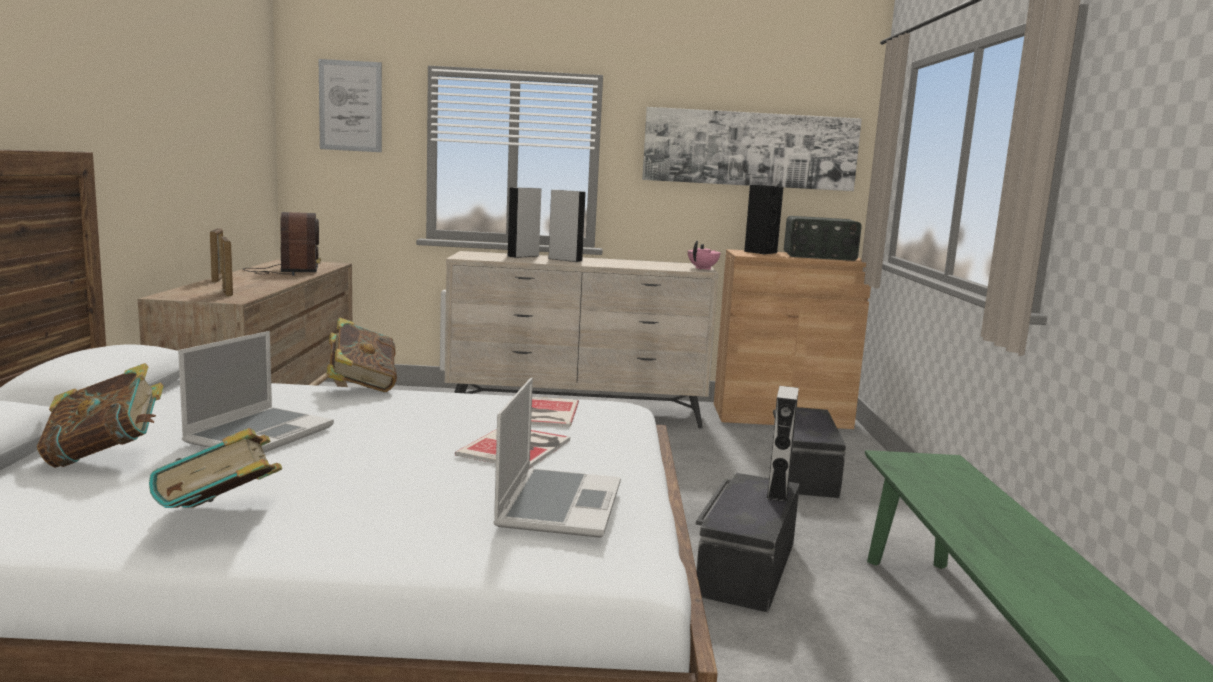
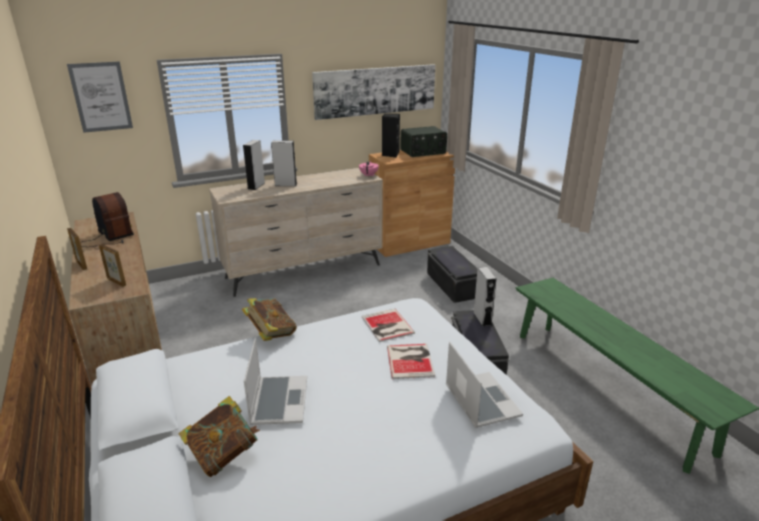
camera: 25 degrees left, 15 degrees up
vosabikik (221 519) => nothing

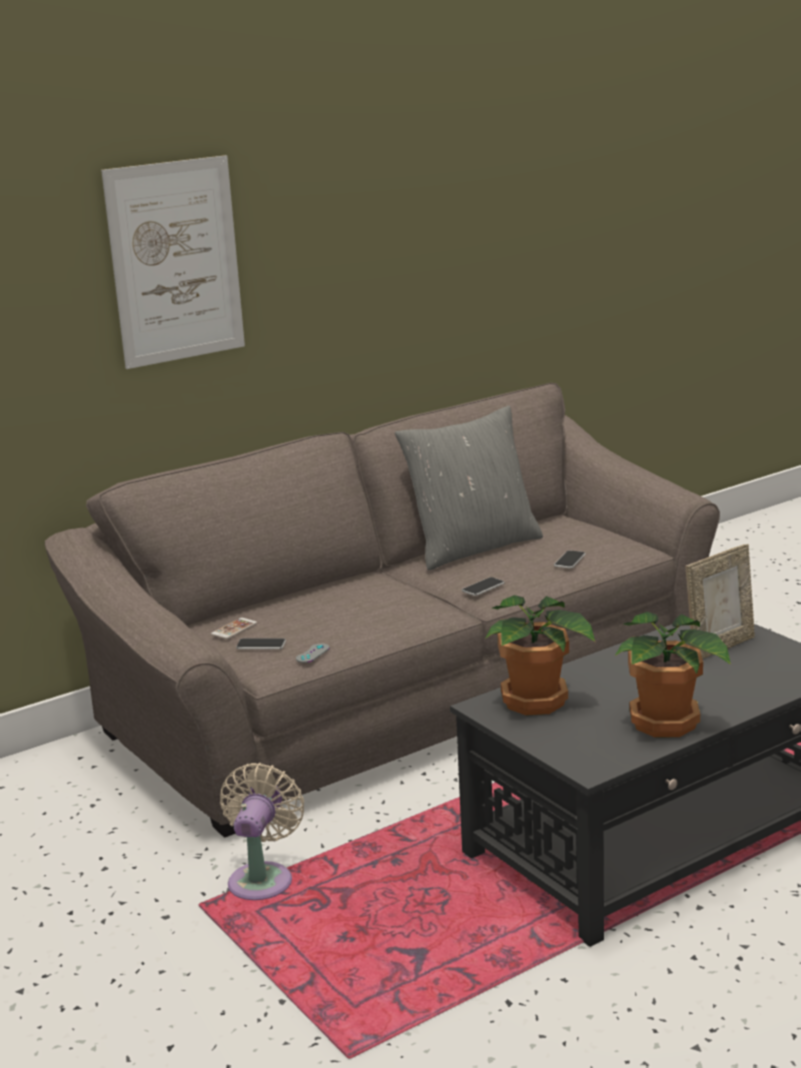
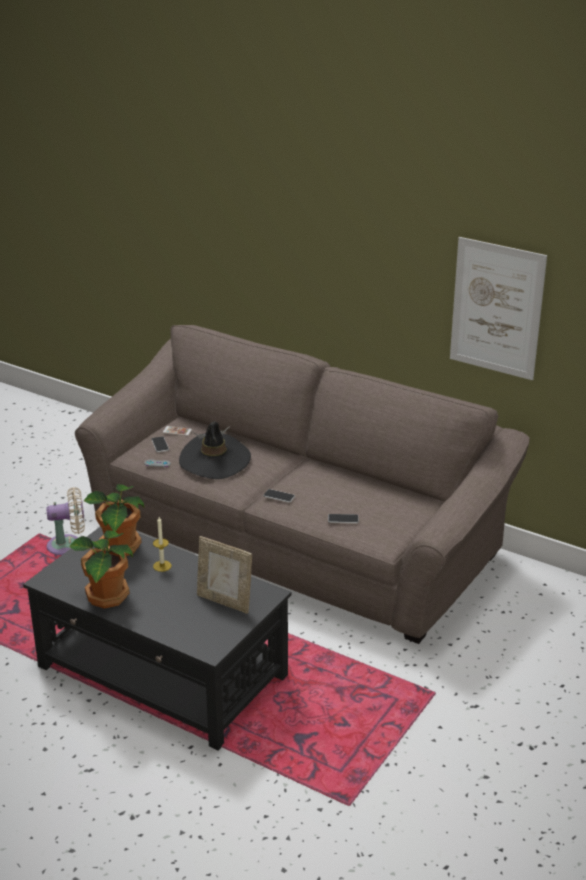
camera: 65 degrees right, 10 degrees up
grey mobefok (473 547) => nothing
nothing => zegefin (162 566)
nothing => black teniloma (215 460)
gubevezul (175 261) => gubevezul (496 308), moved

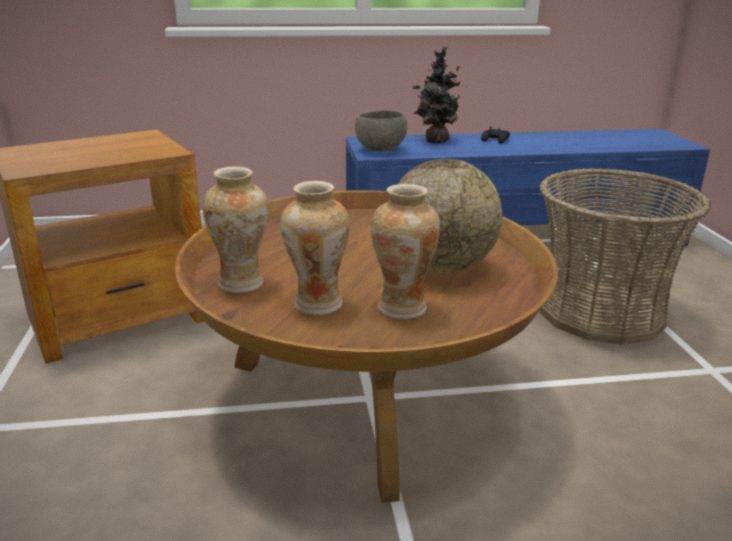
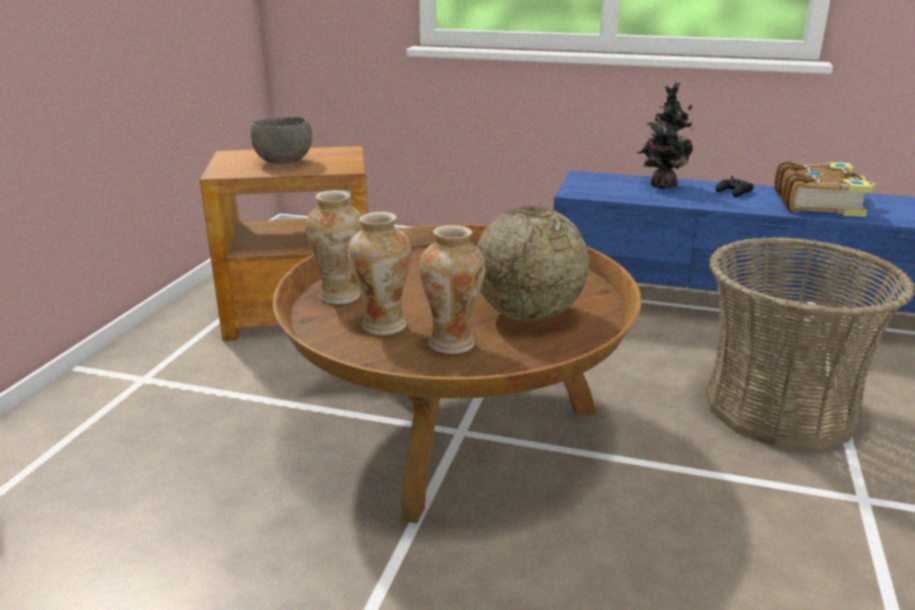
camera: 25 degrees right, 0 degrees up
nothing => vosabikik (818 202)
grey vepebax (381 149) => grey vepebax (284 162), moved

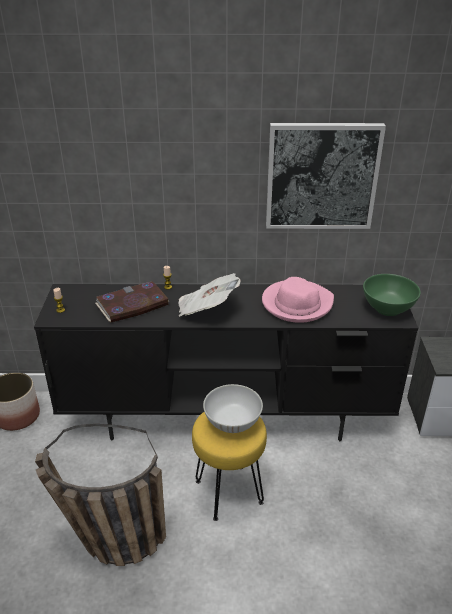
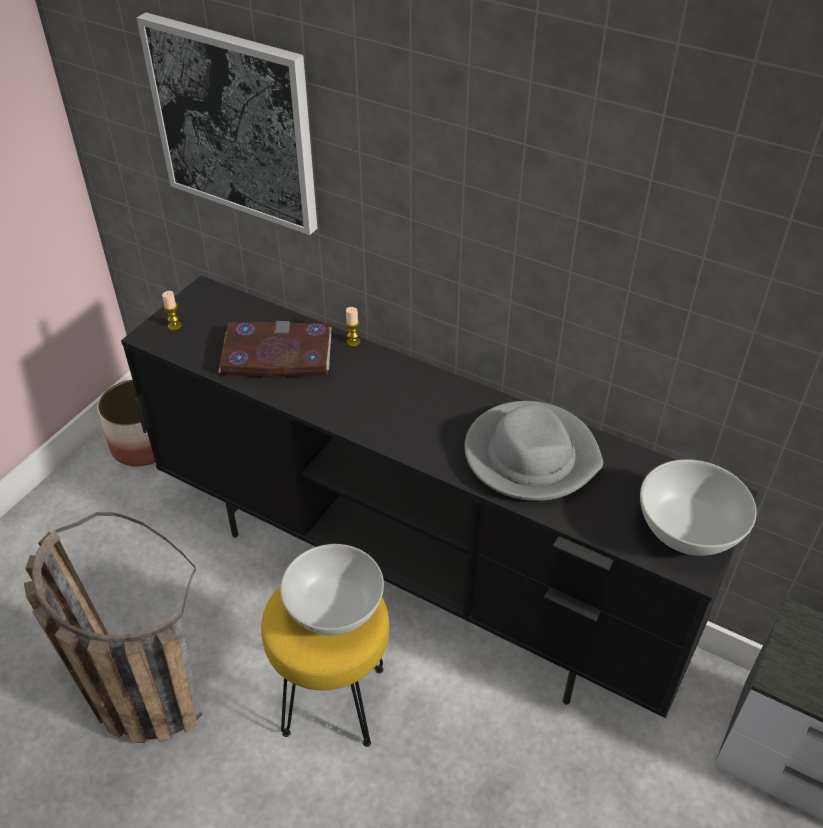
camera: 30 degrees right, 10 degrees up
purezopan (206 309) => nothing
gubevezul (322 176) => gubevezul (234 124), moved
pink teniloma (297 304) => grey teniloma (530 455)
green vepebax (387 308) => white vepebax (686 532)

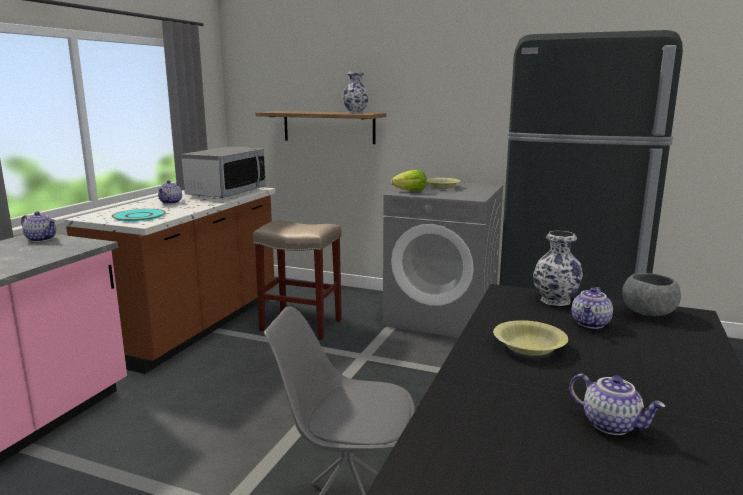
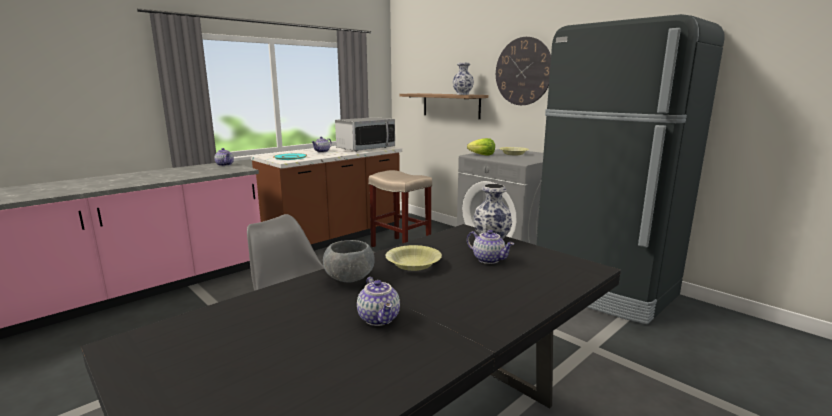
camera: 25 degrees right, 0 degrees up
nothing => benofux (523 71)
grey vepebax (648 312) => grey vepebax (350 278), moved
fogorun (591 324) => fogorun (489 259), 105 degrees counterclockwise

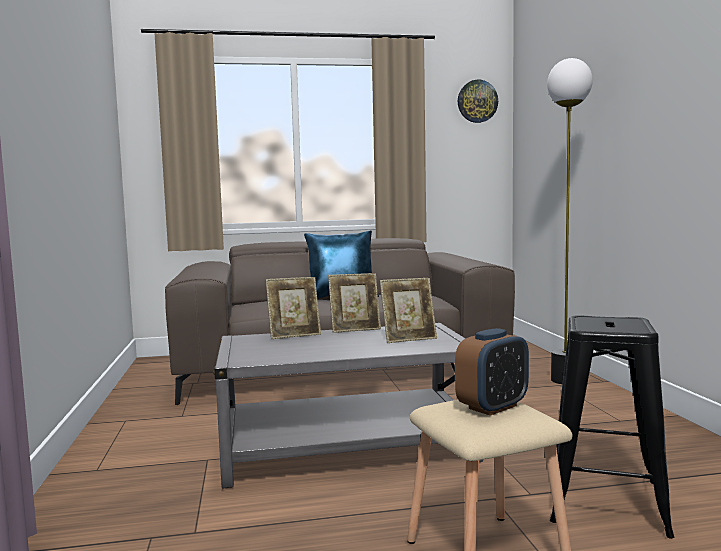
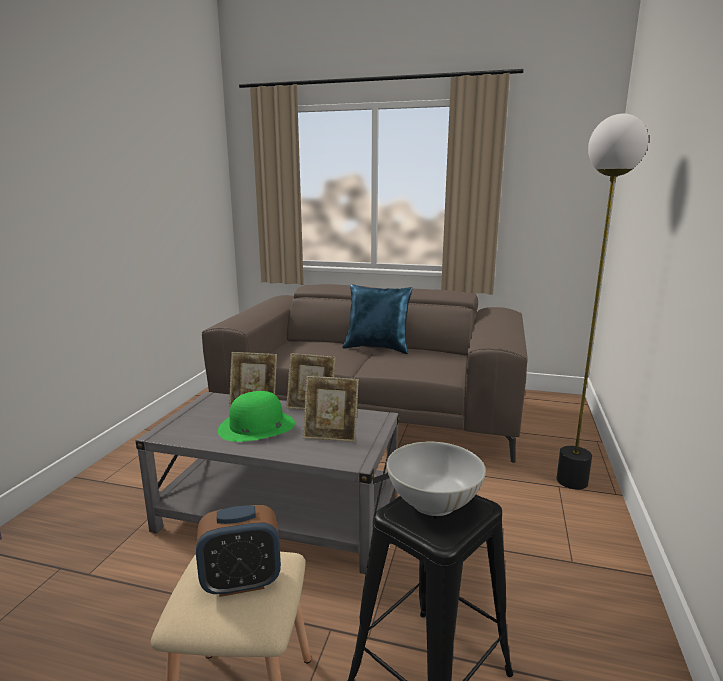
camera: 25 degrees right, 10 degrees up
benofux (477 101) => nothing
nothing => green teniloma (256 426)
nothing => white vepebax (433 502)

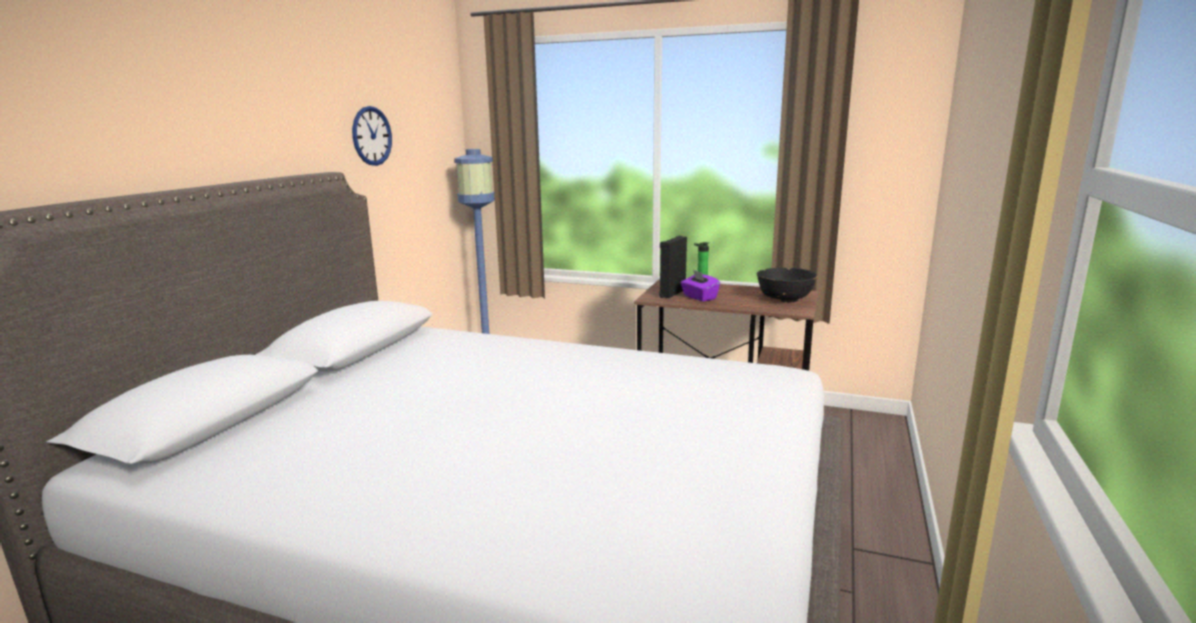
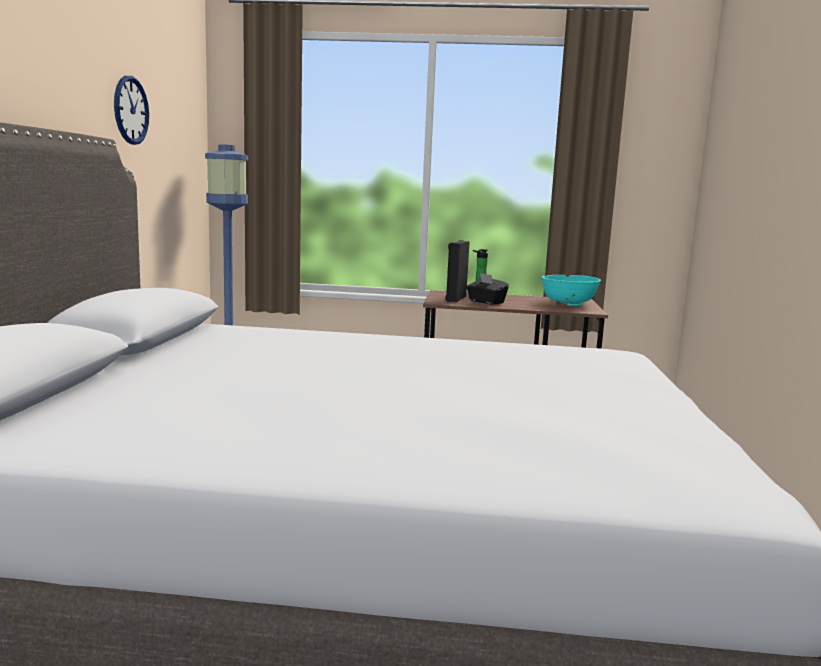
camera: 15 degrees left, 5 degrees down
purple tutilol (699 297) => black tutilol (486 302)
black vepebax (784 299) => turquoise vepebax (568 303)

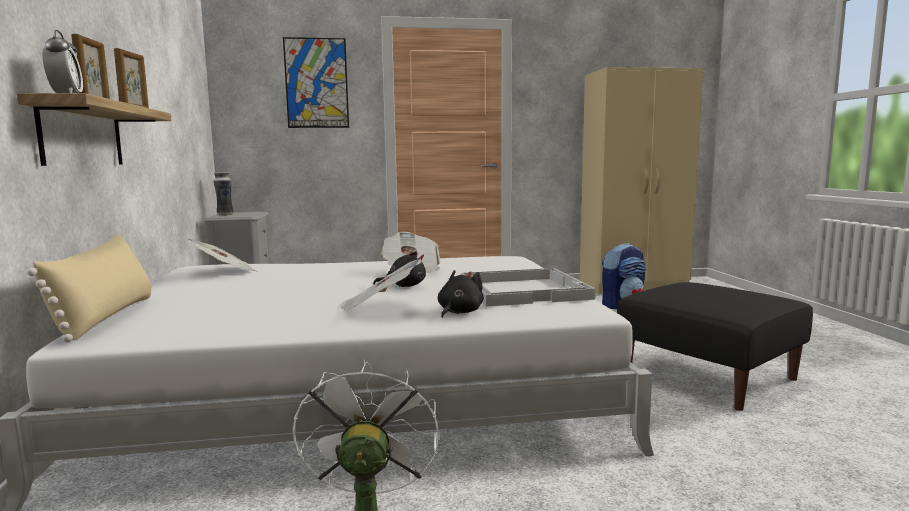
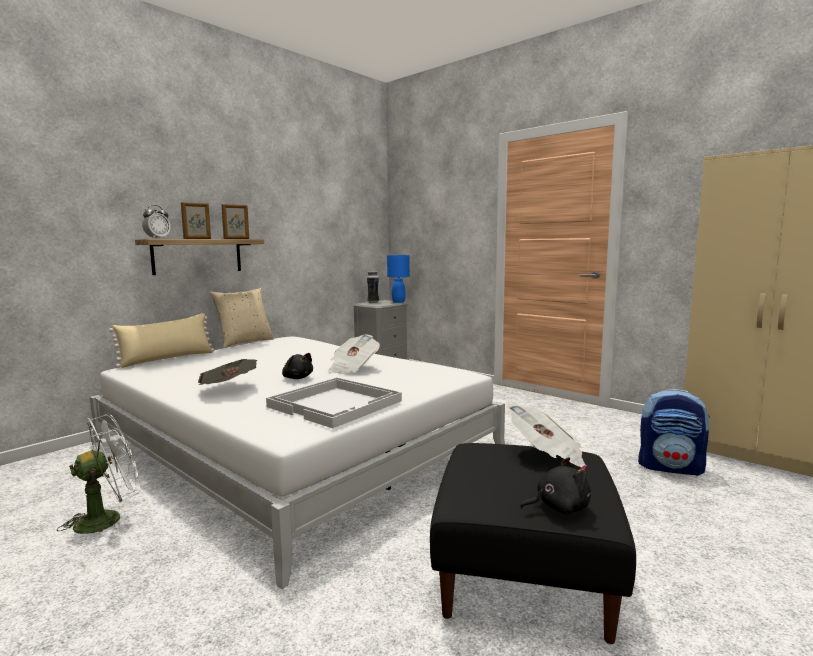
camera: 50 degrees right, 0 degrees up
gubevezul (316 83) => nothing
nothing => beige mobefok (245 342)
nothing => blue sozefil (398 302)
purezopan (224 272) => purezopan (547 454), moved
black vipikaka (459 312) => black vipikaka (558 507), moved

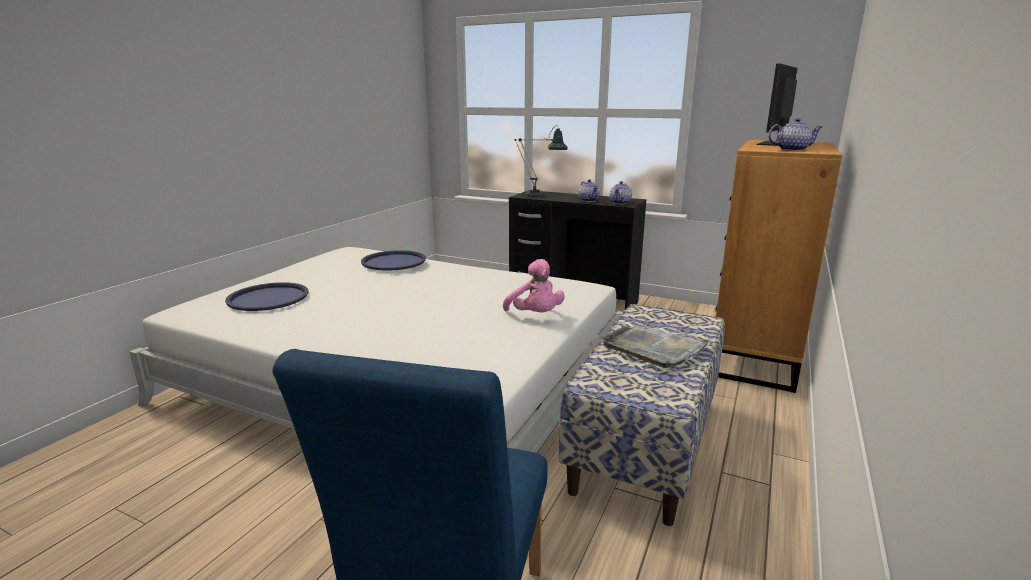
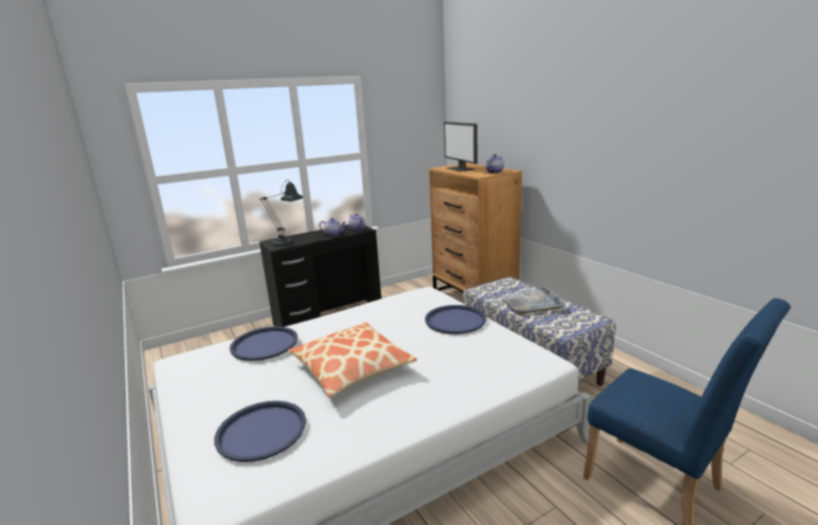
camera: 55 degrees left, 0 degrees up
nothing => mobefok (351 368)
pink vipikaka (535 315) => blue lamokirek (455 320)

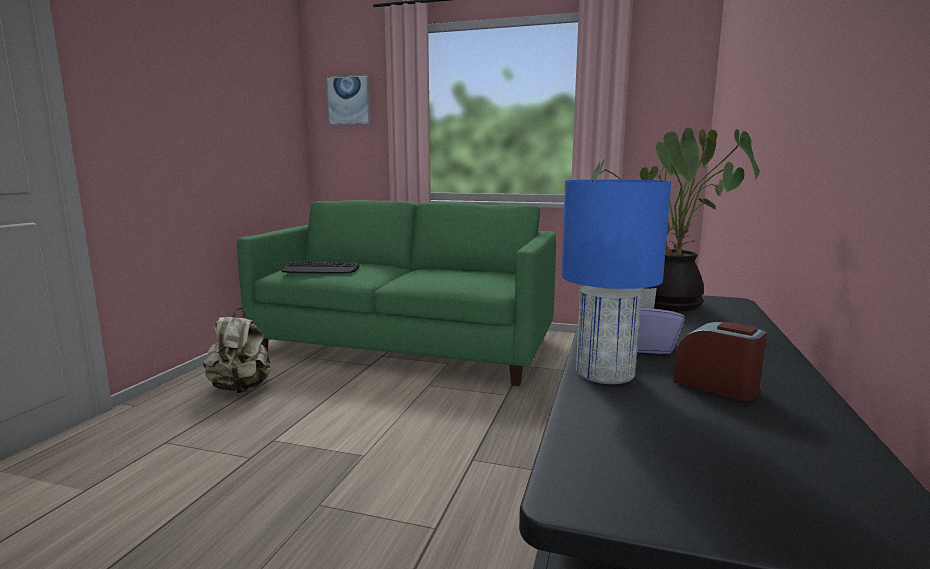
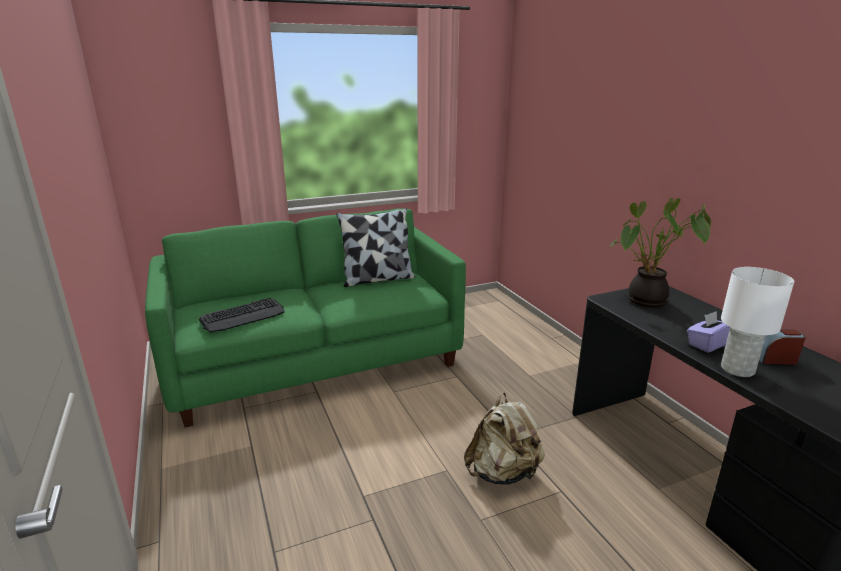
camera: 40 degrees left, 10 degrees up
gubevezul (349 100) => nothing
nothing => mobefok (377 279)
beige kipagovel (241 388) => beige kipagovel (503 473), moved
blue sozefil (605 373) => white sozefil (736 369)

